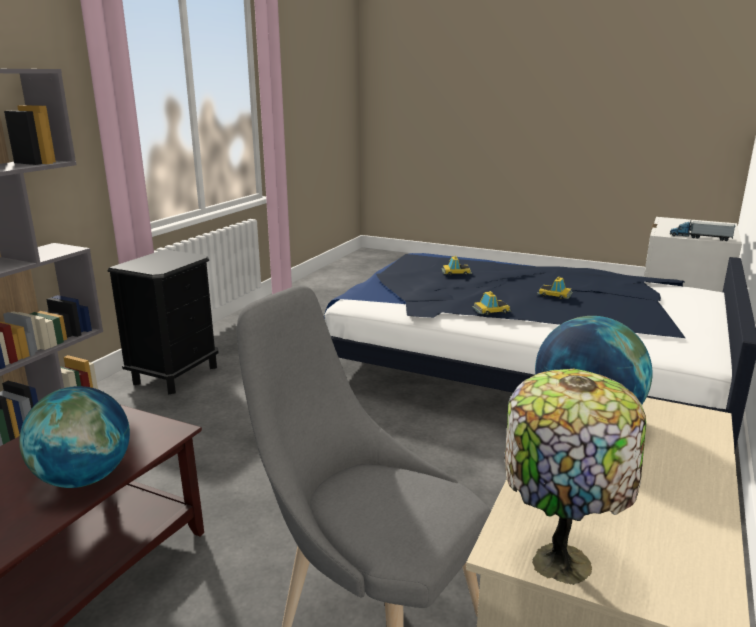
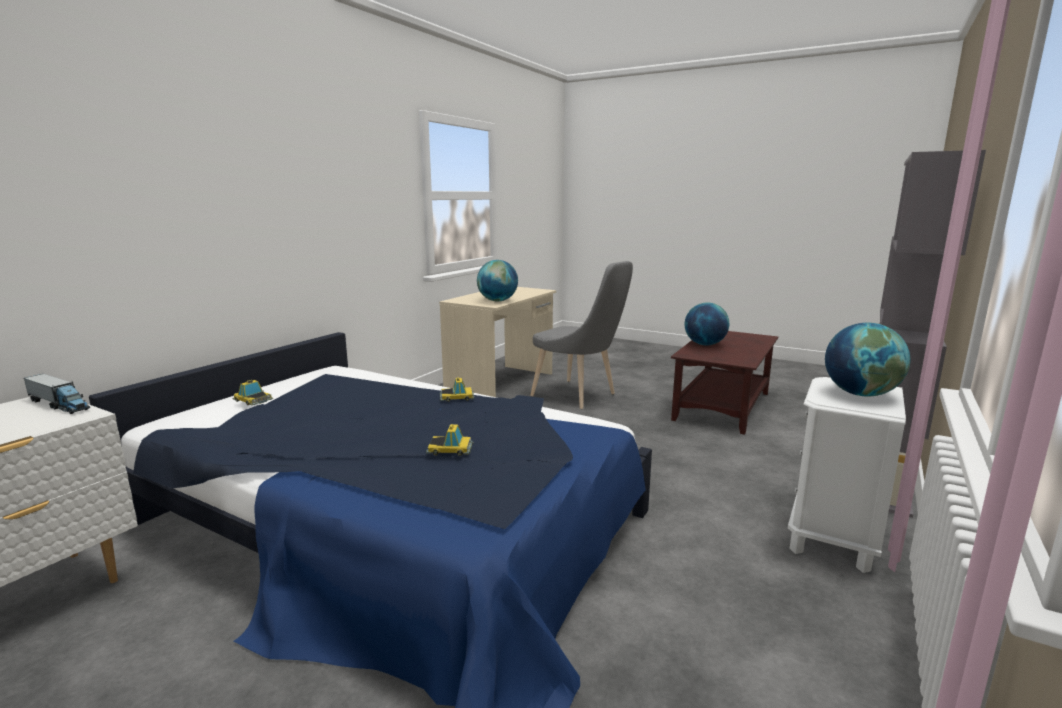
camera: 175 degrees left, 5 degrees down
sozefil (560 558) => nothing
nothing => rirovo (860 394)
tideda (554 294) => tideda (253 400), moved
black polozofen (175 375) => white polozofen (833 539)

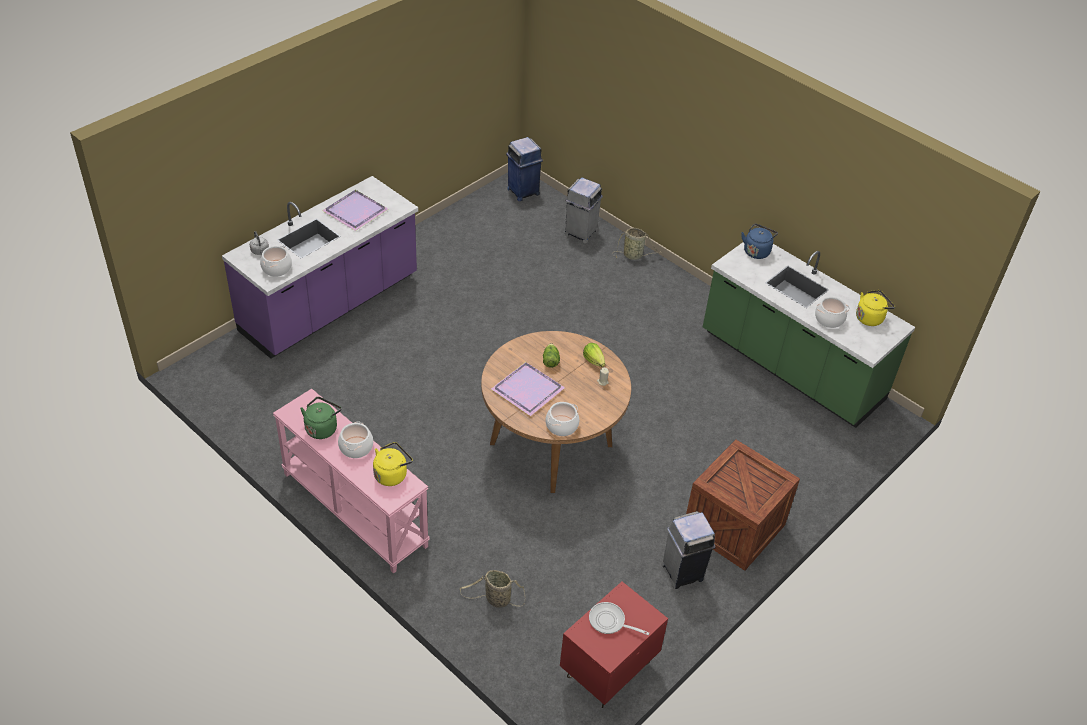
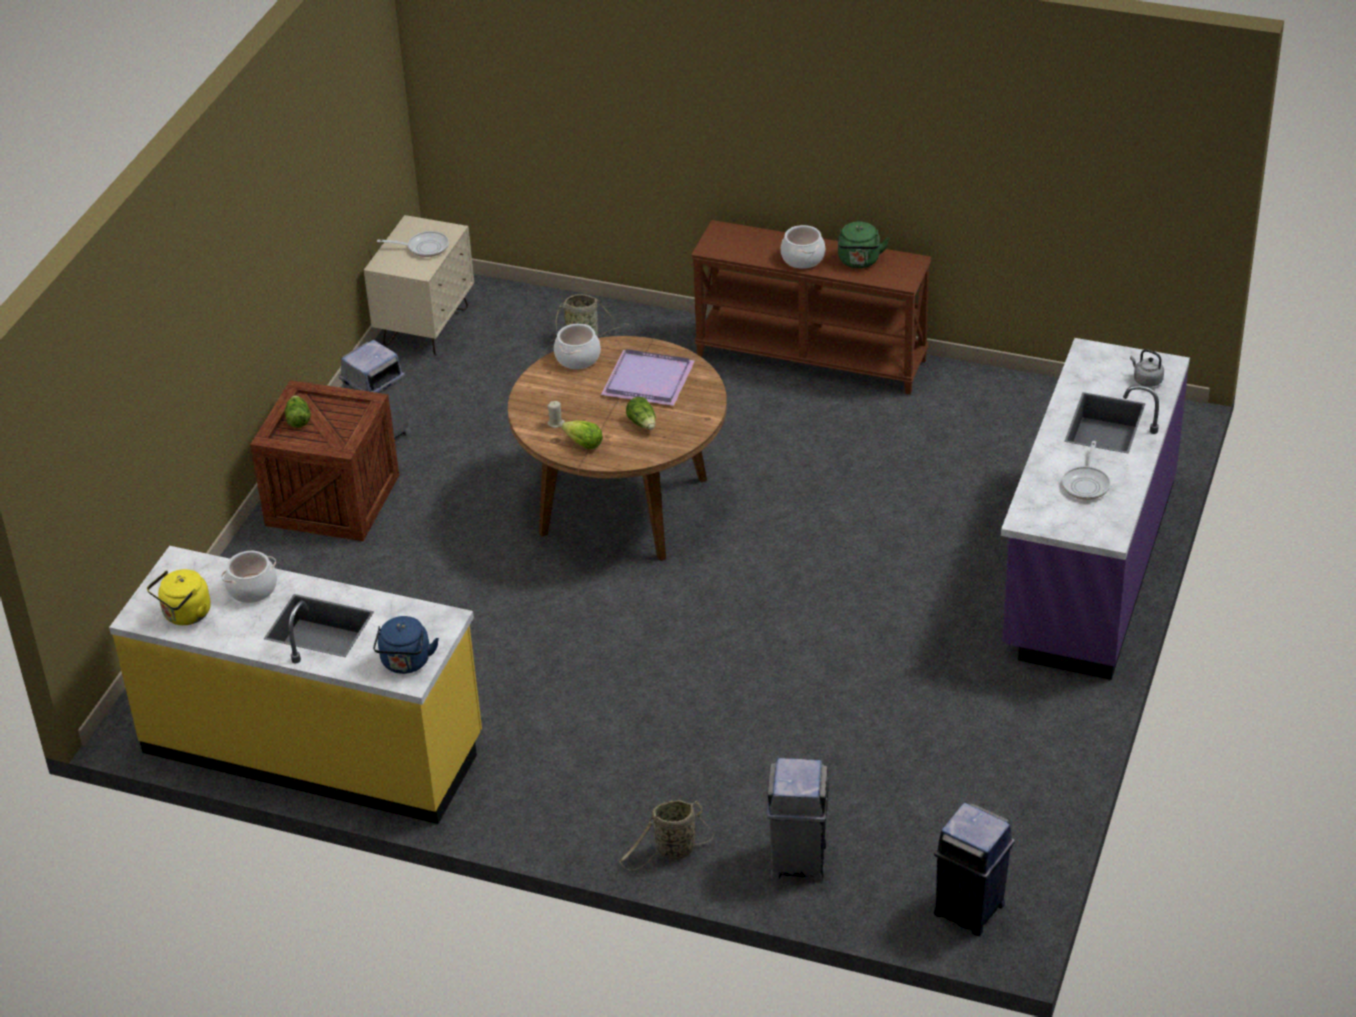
camera: 160 degrees right, 5 degrees down
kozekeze (276 268) => nothing
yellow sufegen (392 474) => nothing
nothing => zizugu (298 419)
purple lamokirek (354 211) => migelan (1086 484)
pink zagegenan (353 510) => brown zagegenan (812 357)
red polozofen (608 671) => beige polozofen (426 327)
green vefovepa (790 367) => yellow vefovepa (313 746)

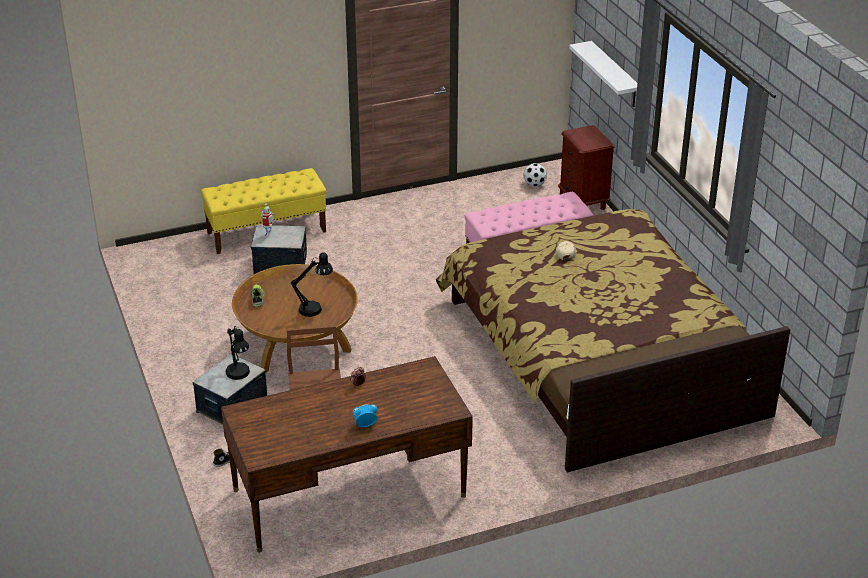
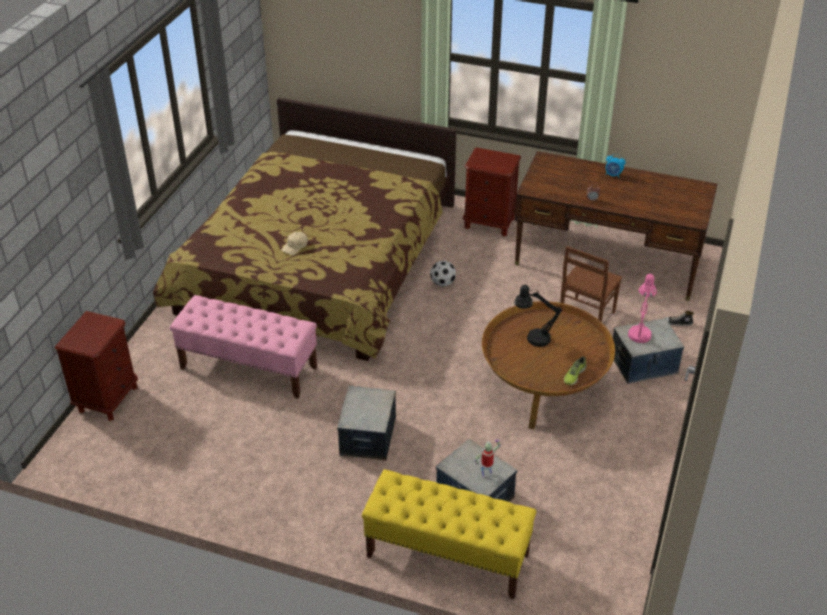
camera: 140 degrees left, 5 degrees up
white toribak (614 75) => nothing
nothing => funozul (367 437)
nothing => brown polozofen (489 223)
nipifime (534 184) => nipifime (443 283), moved
black sozefil (239 375) => pink sozefil (640 332)

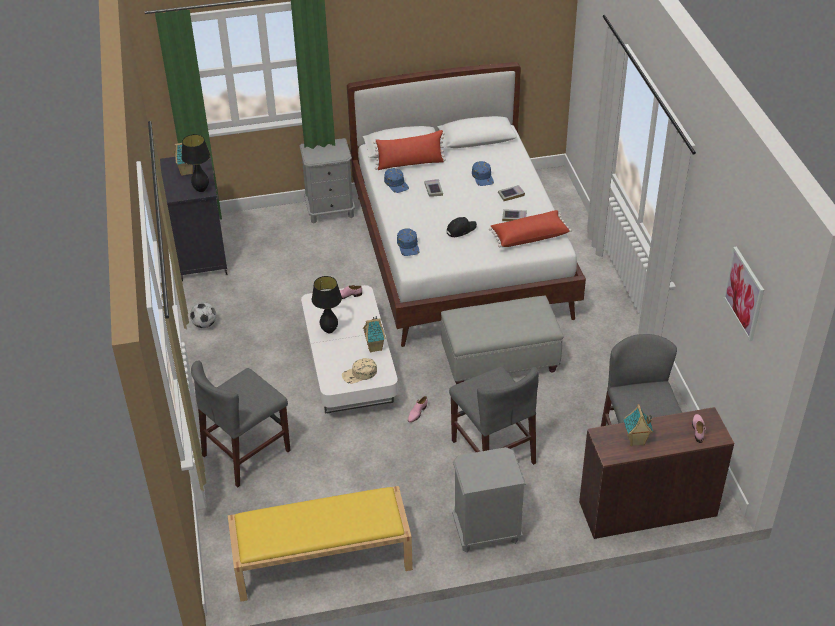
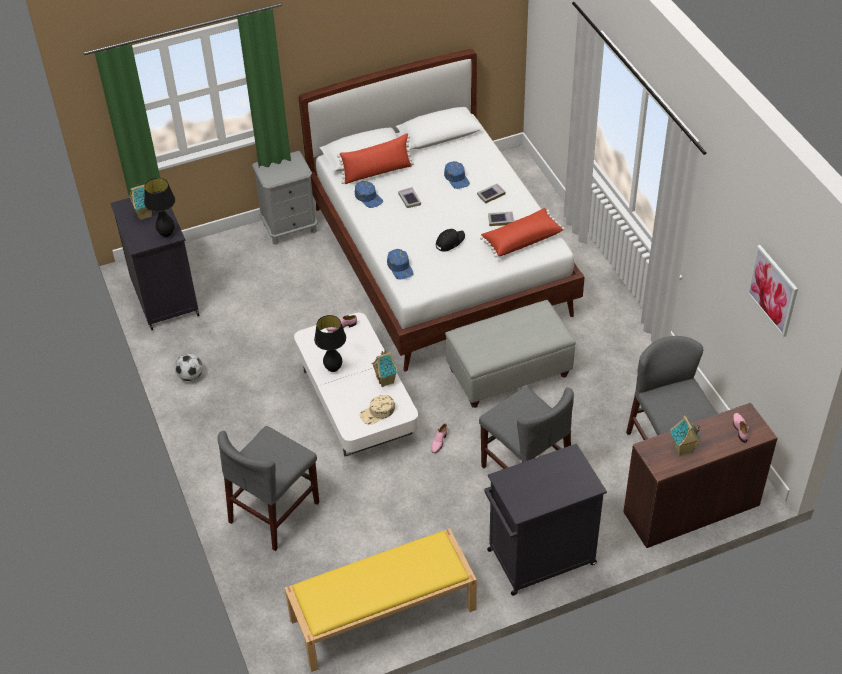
camera: 10 degrees left, 5 degrees up
grey polozofen (486 532) => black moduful (539 558)

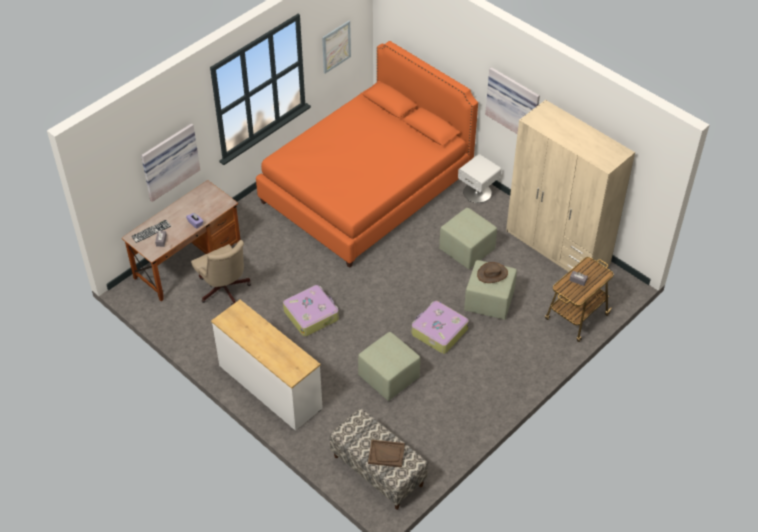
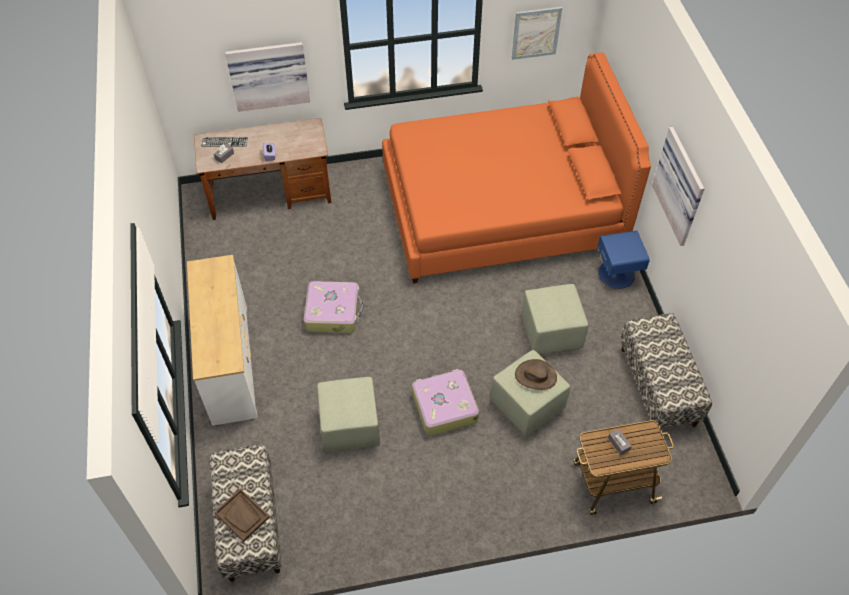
camera: 35 degrees right, 5 degrees up
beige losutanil (224 291) => nothing
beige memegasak (557 247) => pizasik (658 386)
white polozofen (477 192) => blue polozofen (617 274)

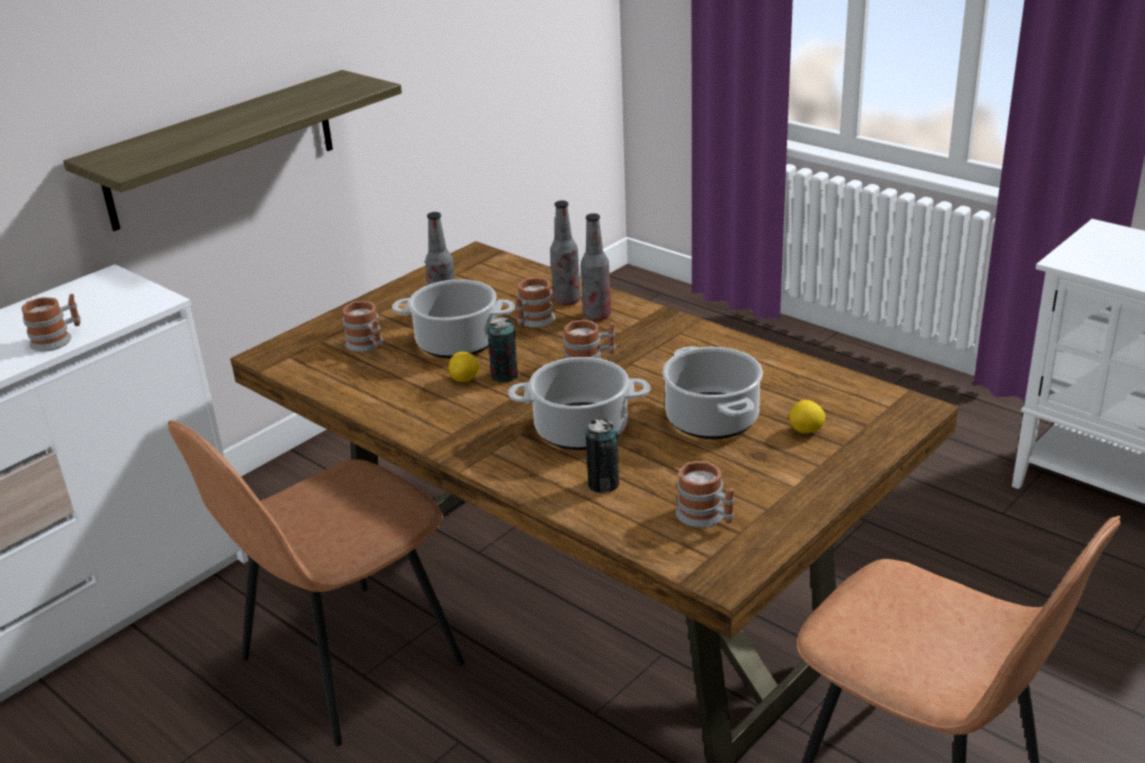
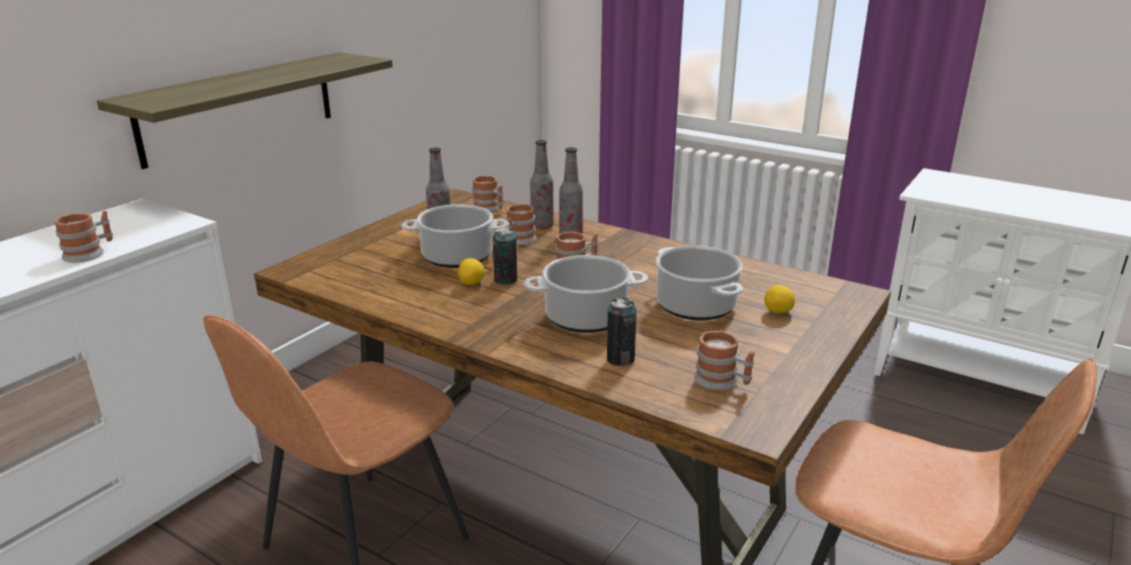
camera: 10 degrees left, 5 degrees down
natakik (367 346) => natakik (489 209), moved

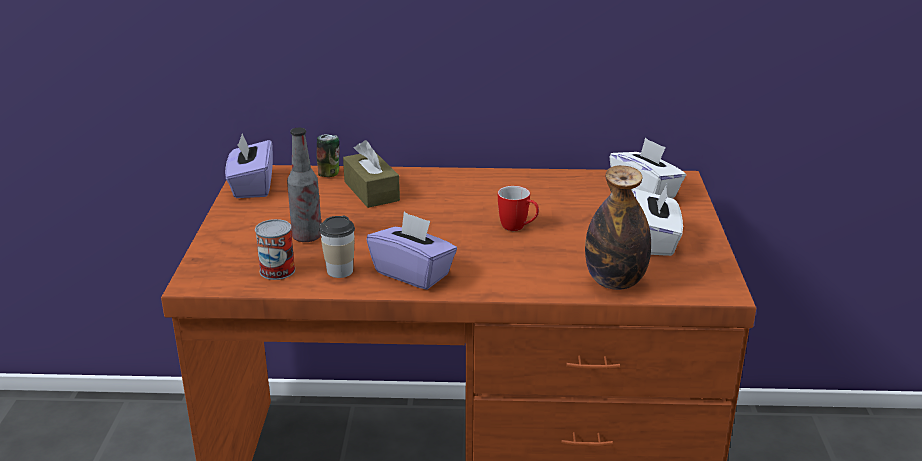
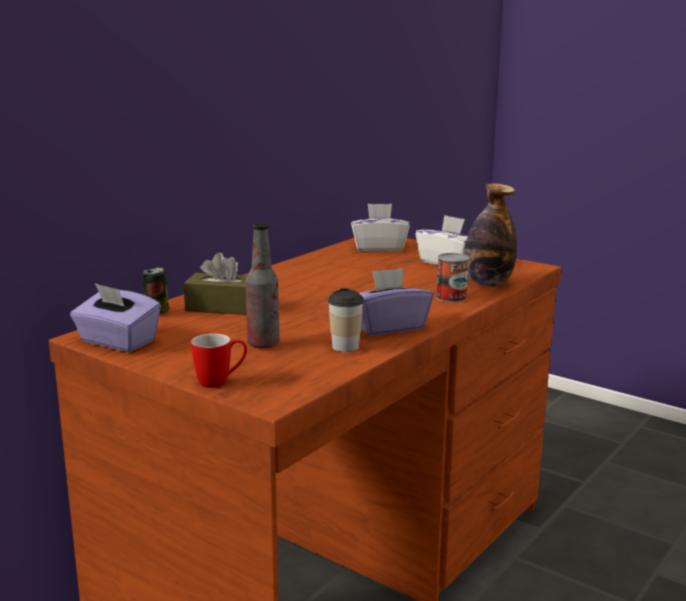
camera: 55 degrees left, 10 degrees down
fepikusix (277 270) => fepikusix (451 297), moved
natakik (518 228) => natakik (221 381), moved

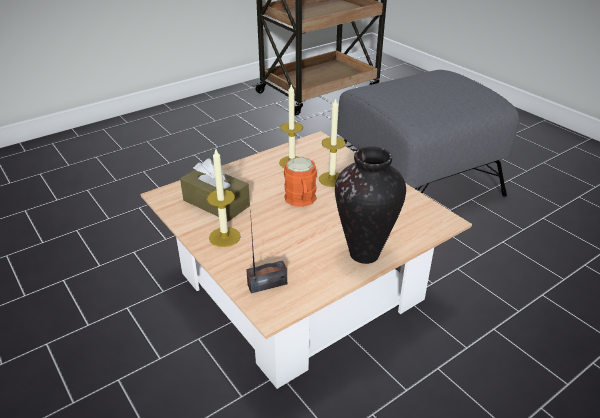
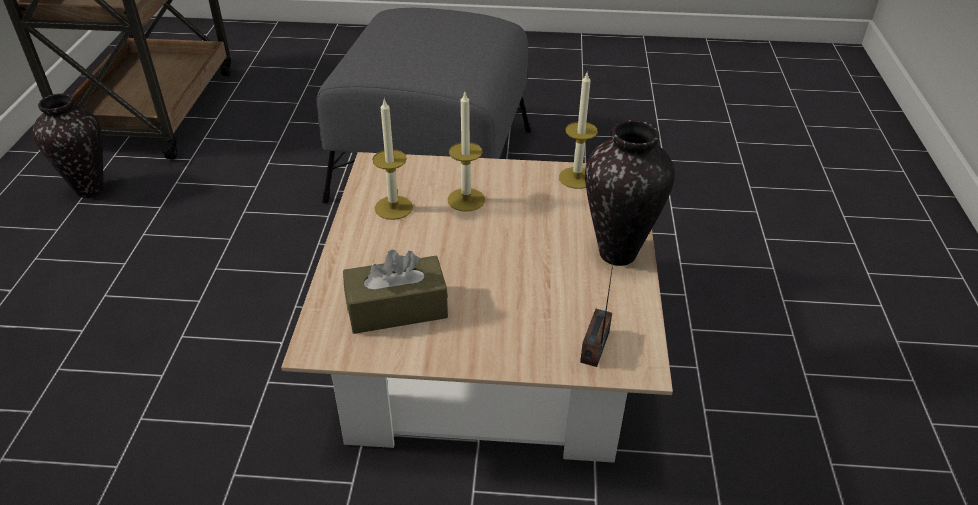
camera: 50 degrees left, 5 degrees up
orange natakik (301 201) => nothing
nothing => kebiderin (91 190)
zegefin (224 237) => zegefin (576 178), moved

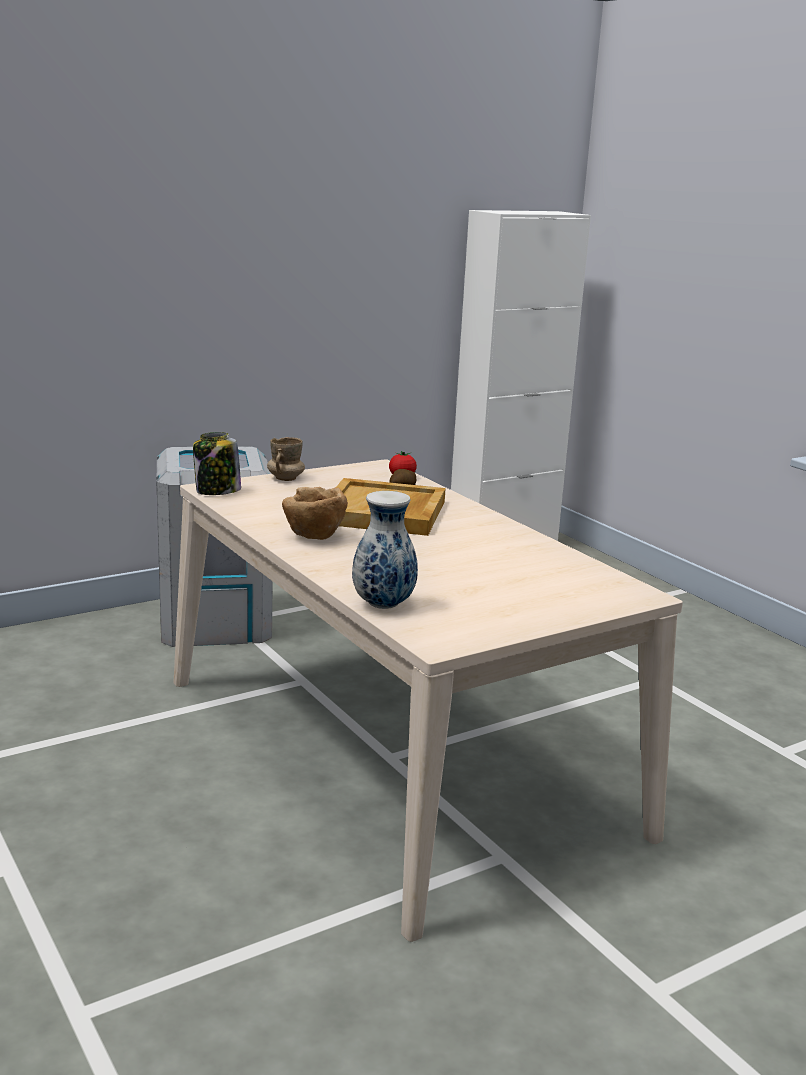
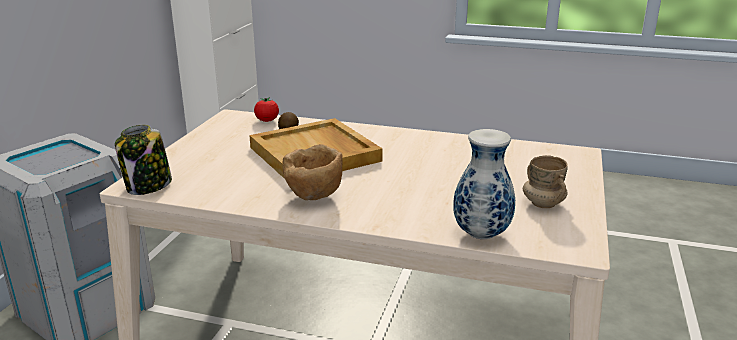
camera: 40 degrees left, 5 degrees up
beige natakik (285 478) => beige natakik (543 203), moved

